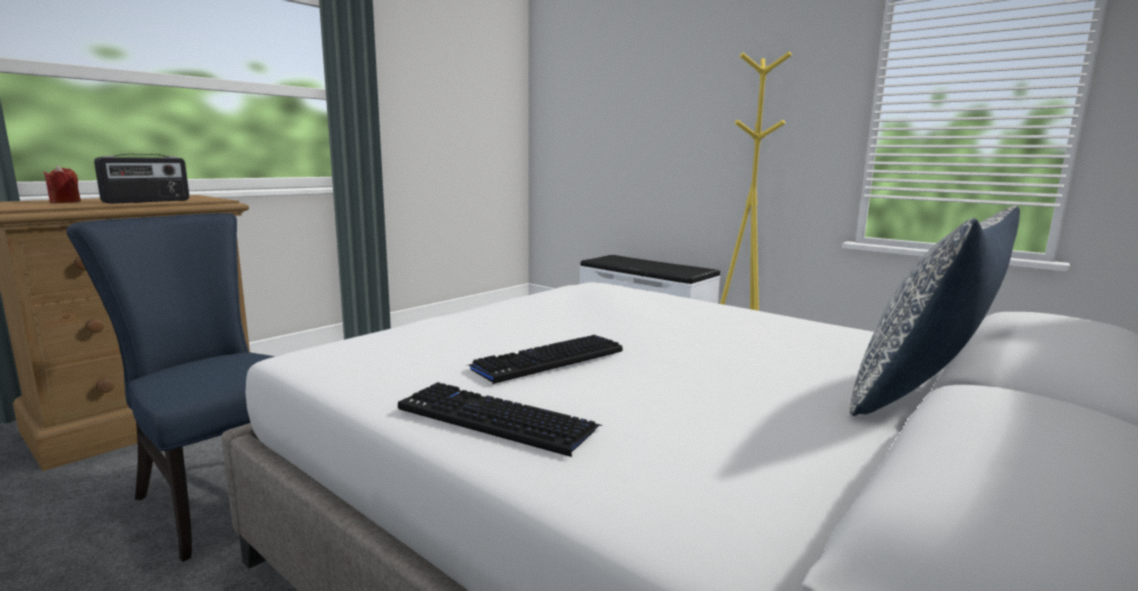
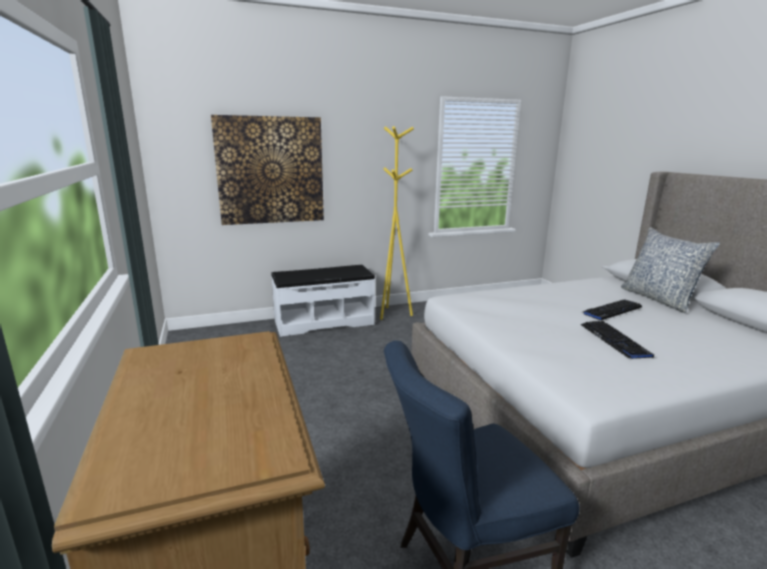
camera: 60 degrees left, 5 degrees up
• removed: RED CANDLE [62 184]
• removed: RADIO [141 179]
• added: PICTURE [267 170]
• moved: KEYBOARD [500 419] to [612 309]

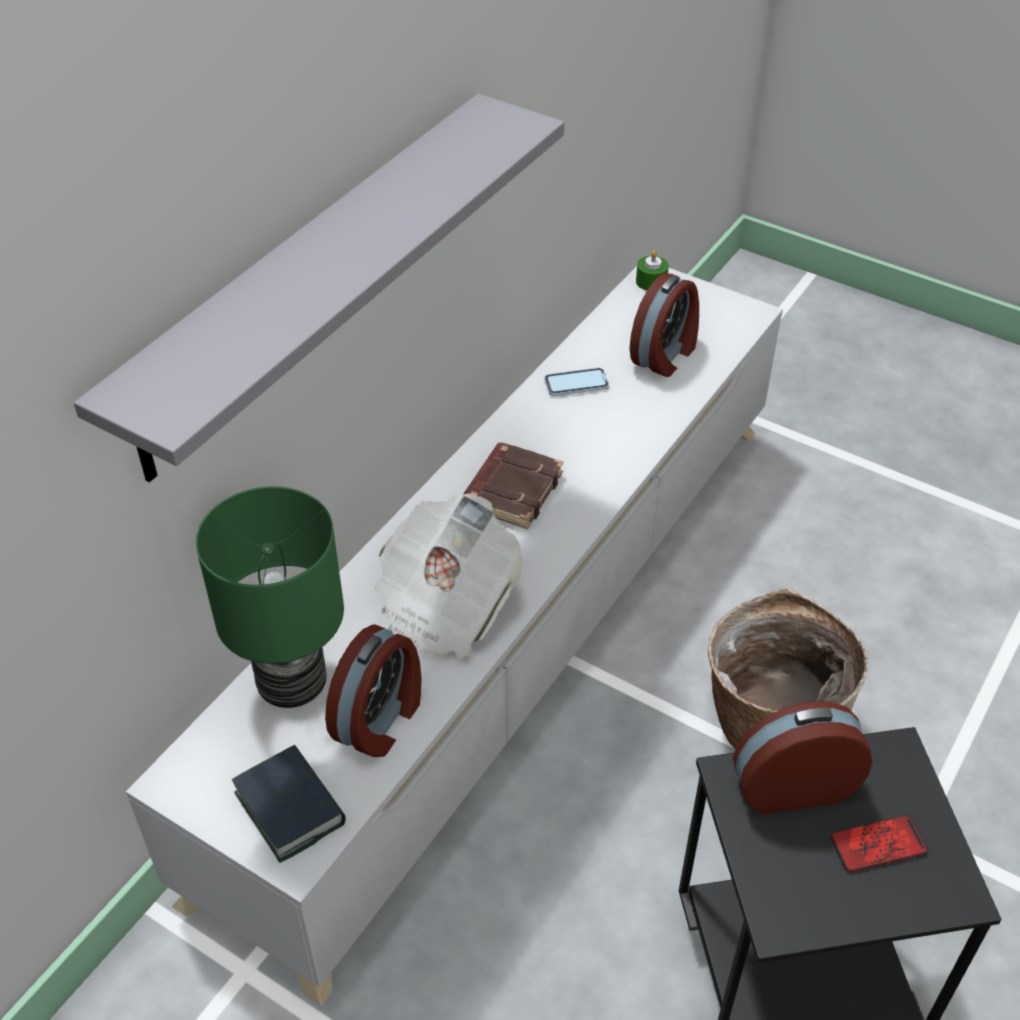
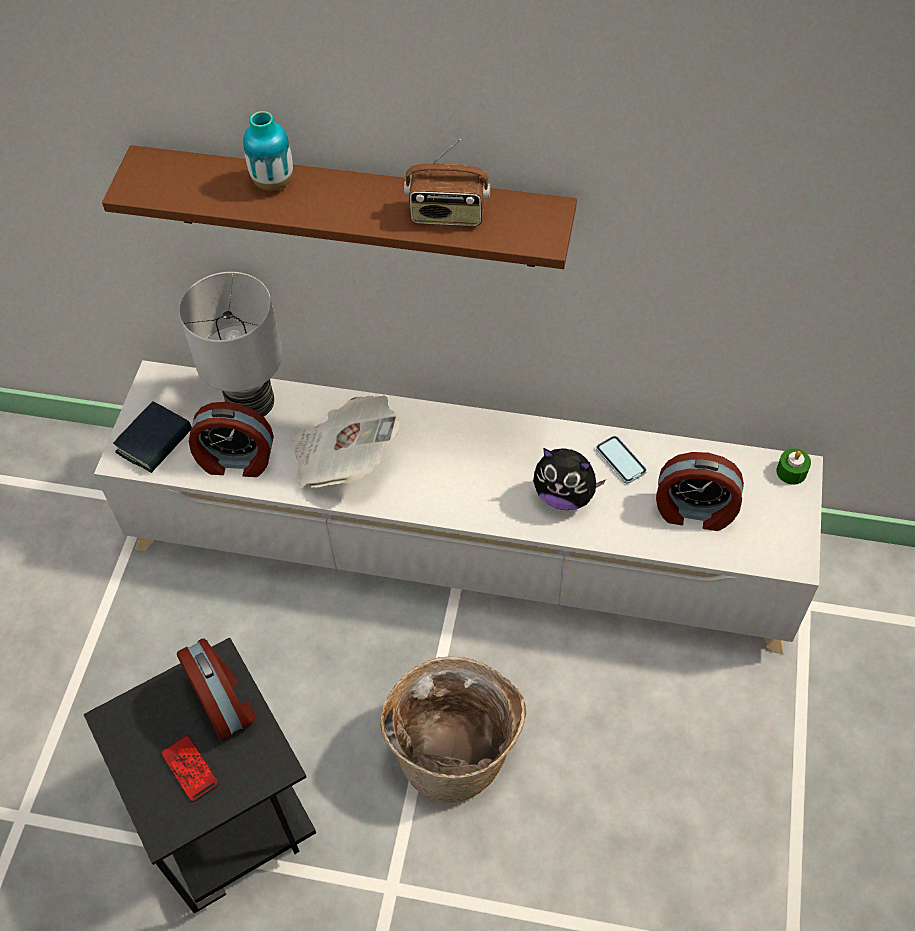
camera: 70 degrees right, 10 degrees up
• removed: BROWN BOOK [513 486]
• added: VASE [268 151]
• added: RADIO [447 182]
• added: PLUSH TOY [569 479]
• recoloured: GREY SHELF [319 288] to BROWN SHELF [339 207]
• recoloured: GREEN TABLE LAMP [270 597] to GREY TABLE LAMP [230 344]

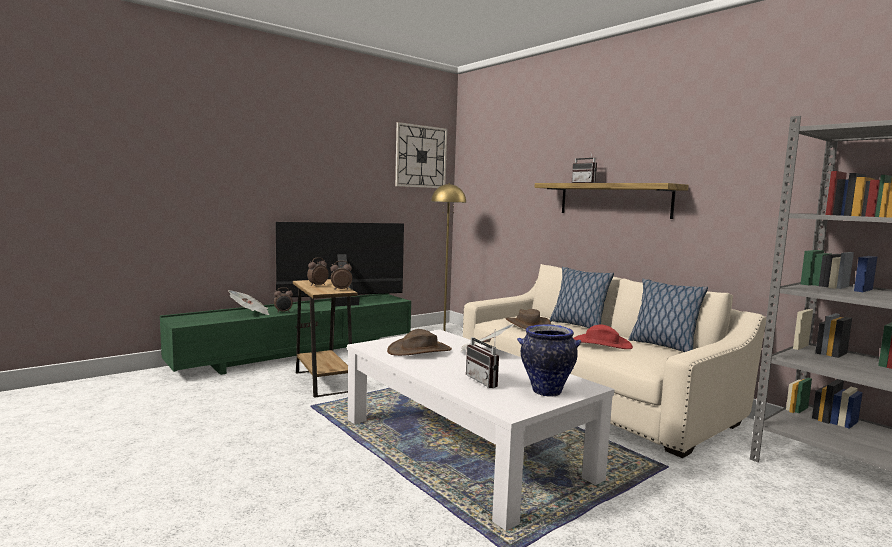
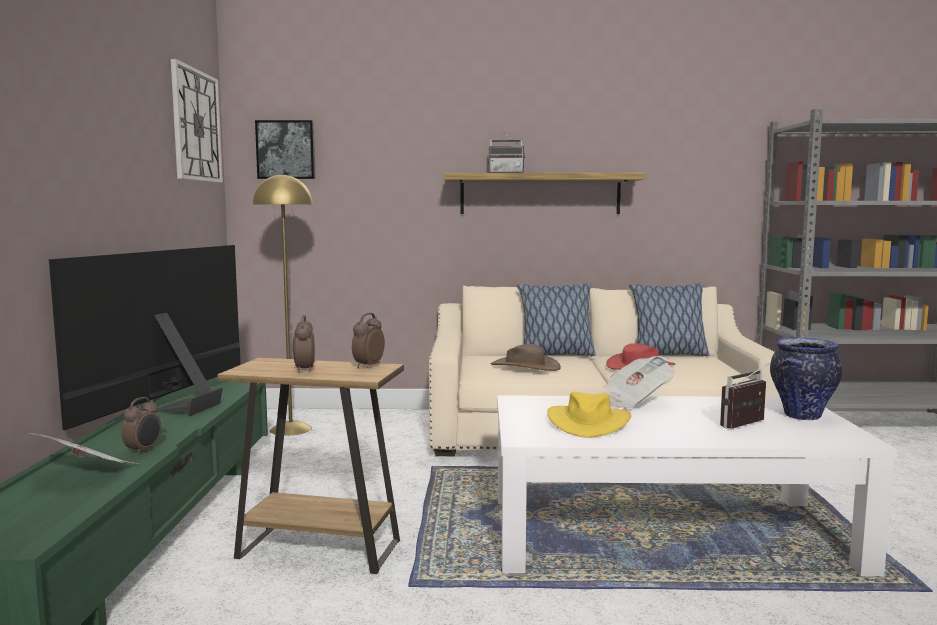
camera: 50 degrees left, 0 degrees up
• added: PICTURE [285 149]
• recoloured: BROWN HAT [419 342] to YELLOW HAT [589 415]
• turned: RADIO [482 362] = [745 396] 135 degrees clockwise

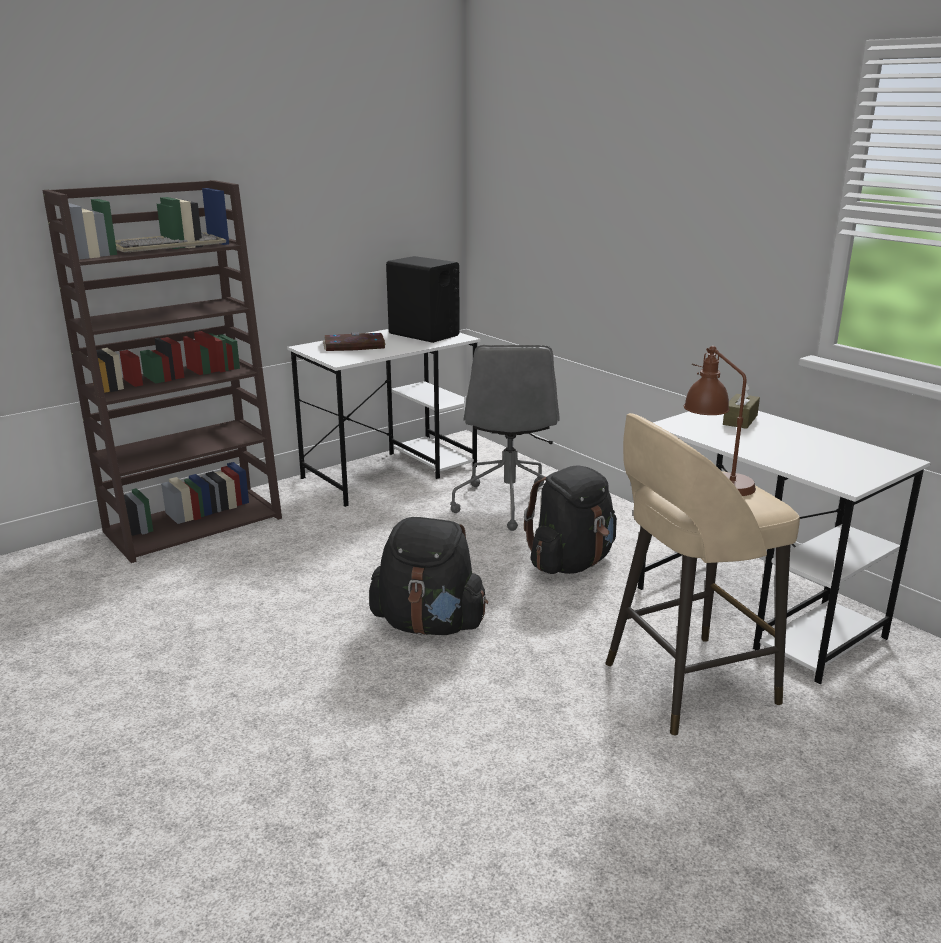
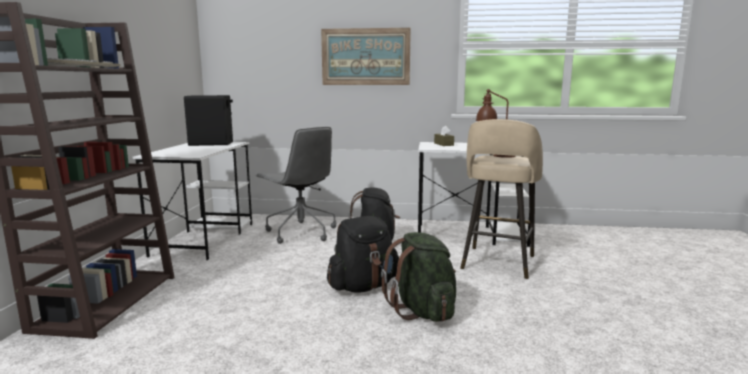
camera: 45 degrees left, 10 degrees down
• removed: BOOK [354 341]
• added: PICTURE [366 56]
• added: GREEN BACKPACK [418 277]

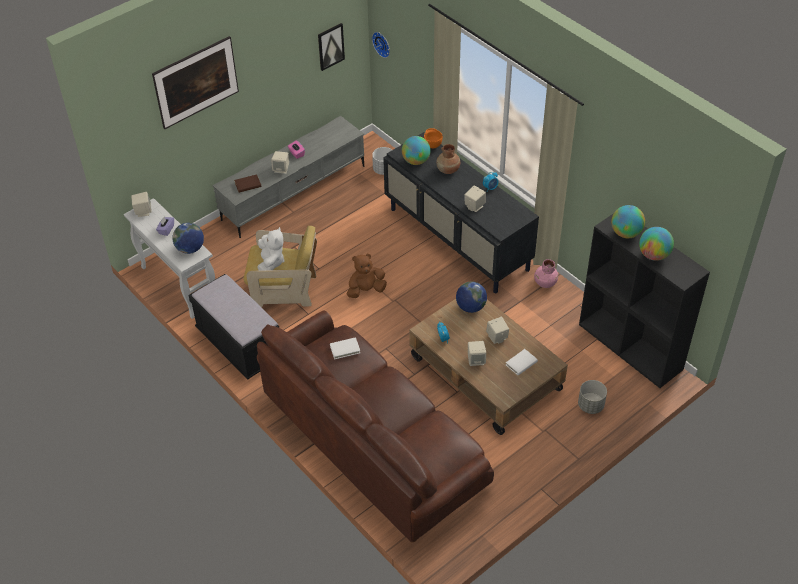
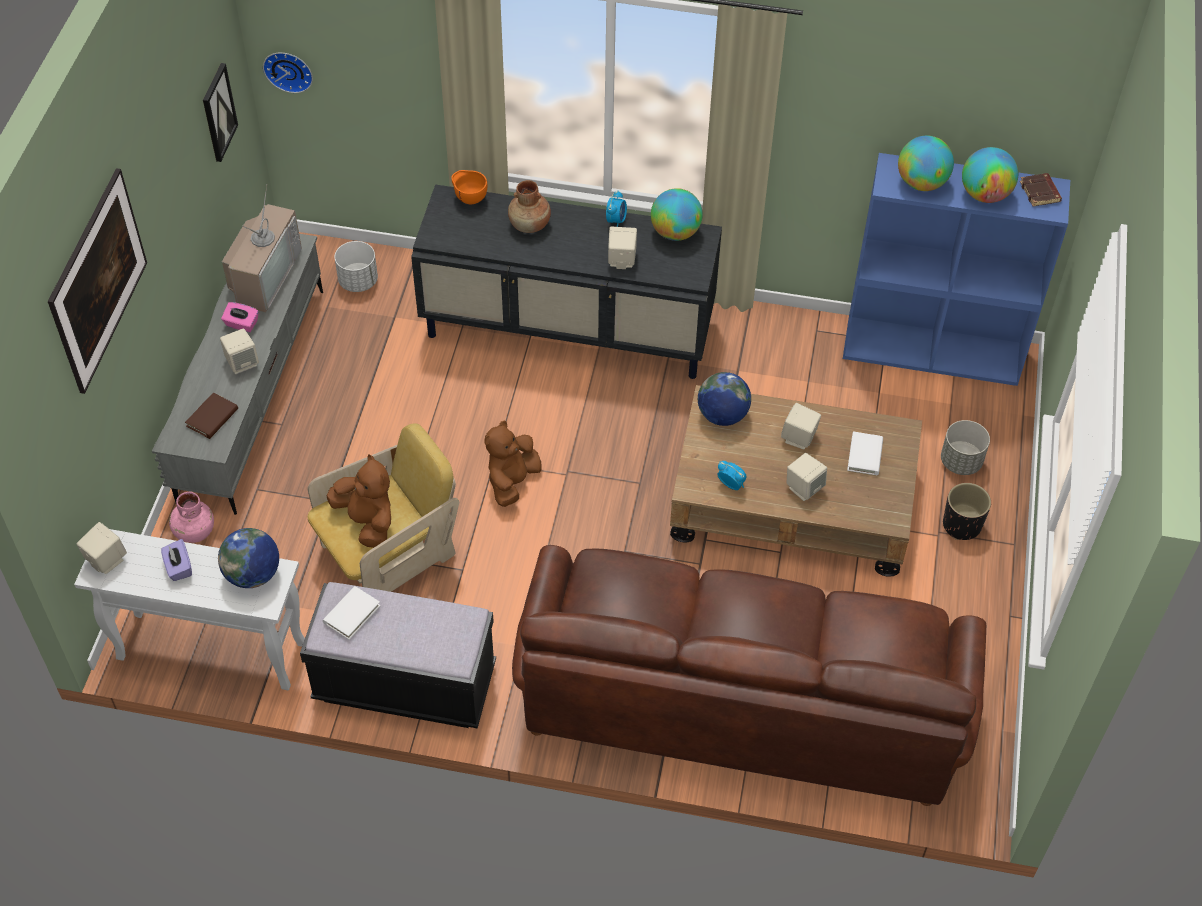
camera: 40 degrees left, 5 degrees up
• added: TELEVISION [262 248]
• added: BLACK PLANTER [967 511]
• added: BROWN BOOK [1041 190]
• moved: WHITE BOOK [345 348] to [352 613]
• moved: GLOBE [416 150] to [677 214]
• moved: PINK VASE [546 273] to [191 517]
• recoloured: WHITE PLUSH TOY [271 249] to BROWN PLUSH TOY [358 501]
• recoloured: BLACK BOOKCASE [644 300] to BLUE BOOKCASE [956 269]

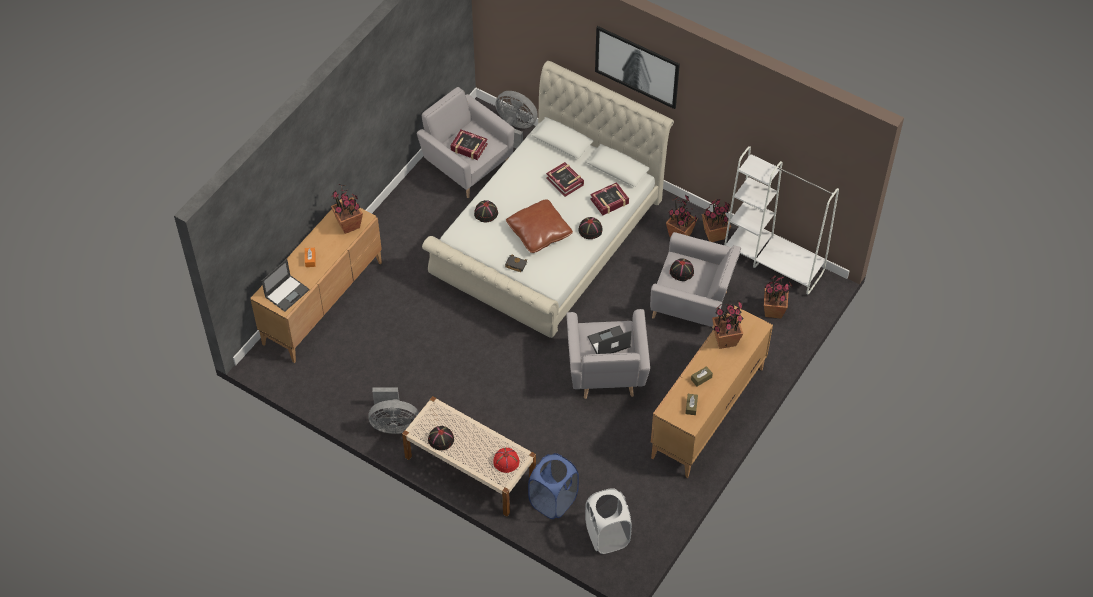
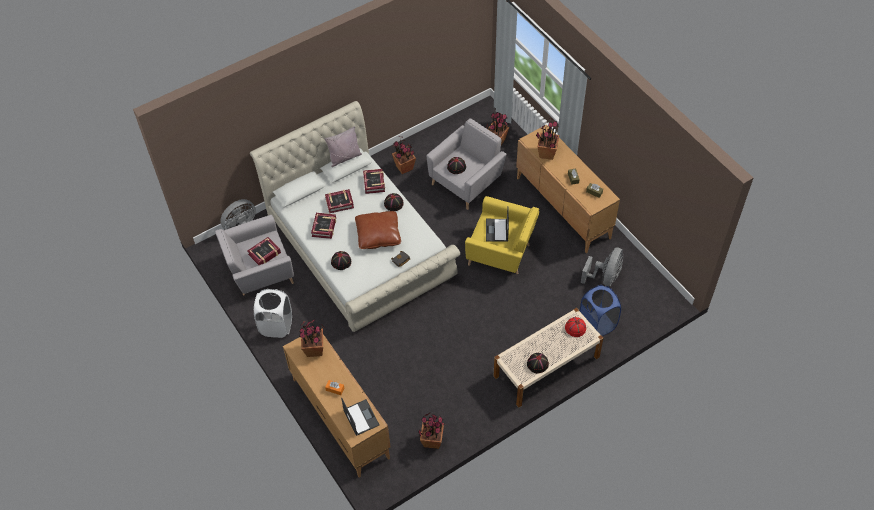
camera: 65 degrees left, 0 degrees up
• removed: PICTURE [637 67]
• removed: WHITE CLOTHES RACK [781 220]
• added: BOOK [323 226]
• added: PURPLE PILLOW [343 146]
• moved: GREY FAN [393 410] to [602 266]
• moved: WHITE LAUNDRY BASKET [608 521] to [273 313]
• moved: POTTED PLANT [716 220] to [431 431]
• recoloured: GREY ARMCHAIR [608 354] to YELLOW ARMCHAIR [502 235]

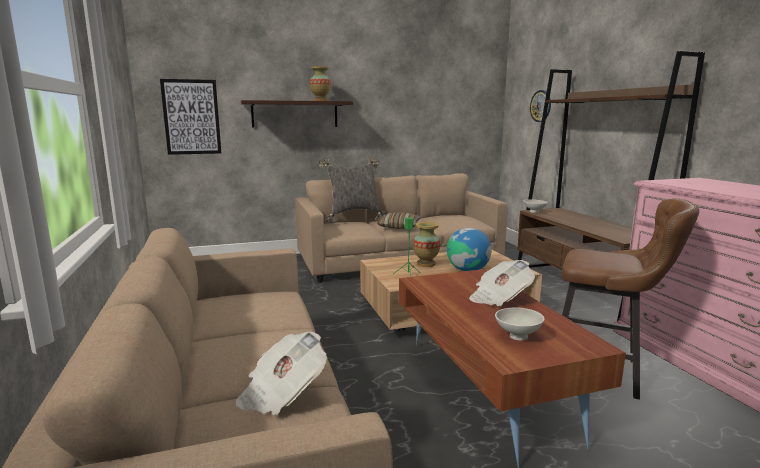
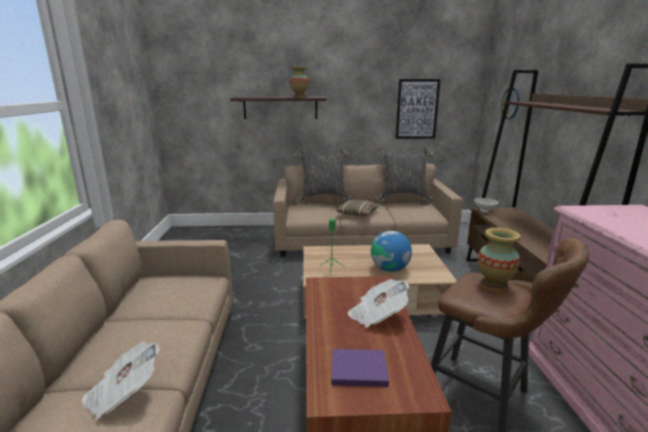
camera: 15 degrees right, 5 degrees up
• added: PILLOW [404 176]
• moved: PICTURE [190 117] to [418 109]
• moved: VASE [426 244] to [499 260]
• replaced: WHITE BOWL [520 324] to PURPLE BOOK [360 368]

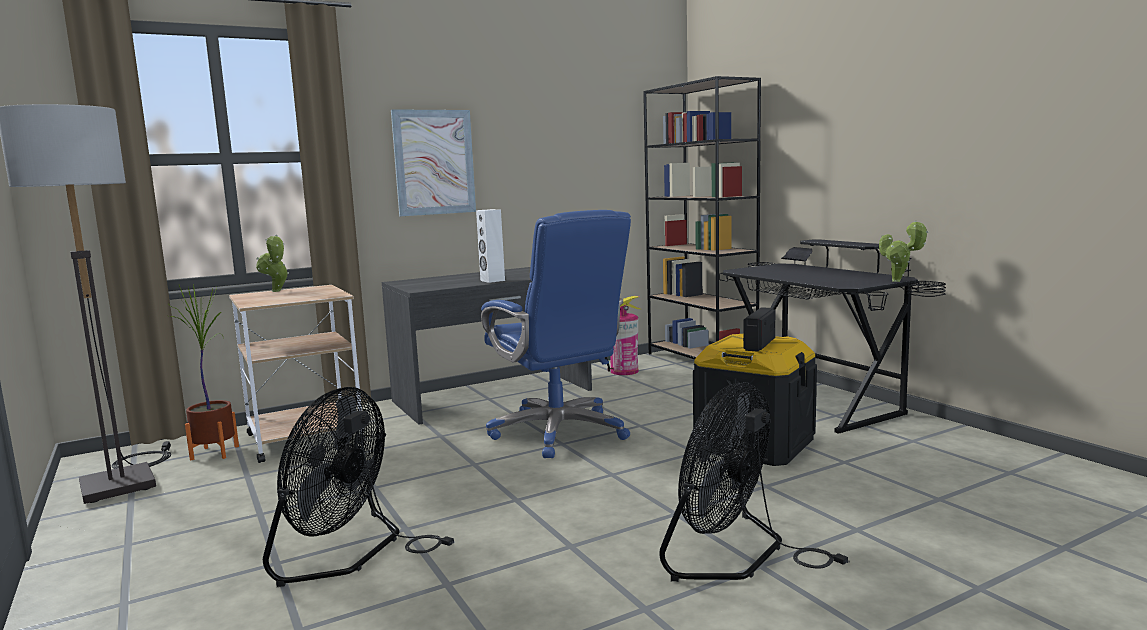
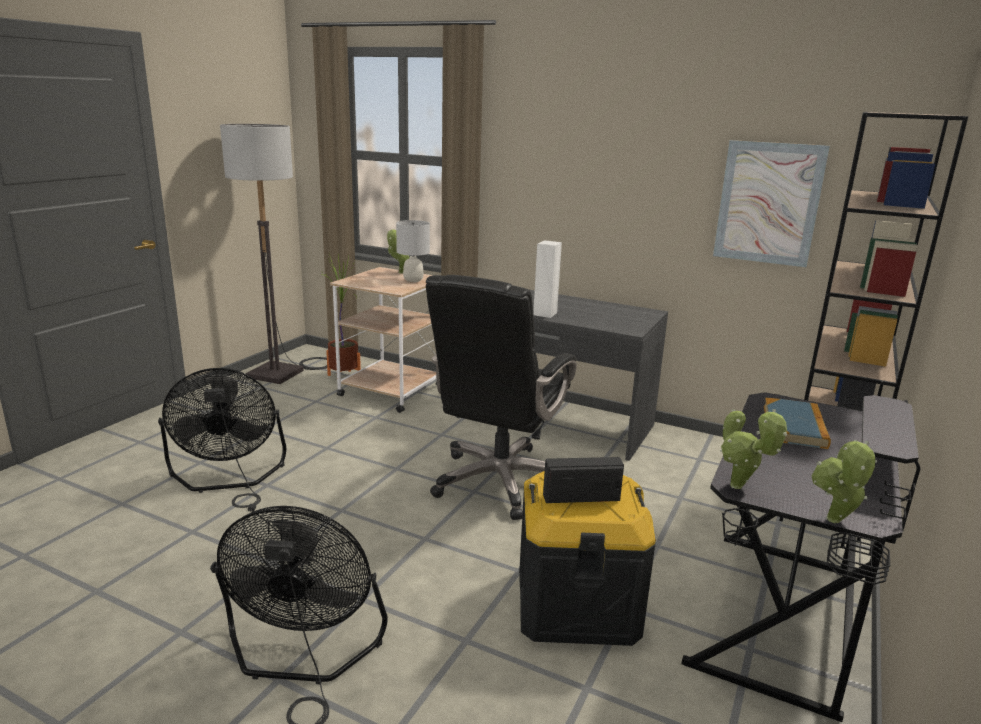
camera: 55 degrees right, 10 degrees up
• removed: FIRE EXTINGUISHER [623 335]
• added: GREY TABLE LAMP [413 251]
• added: POTTED PLANT [753 449]
• added: BOOK [797 423]
• moved: PICTURE [433 162] to [771 203]
• recoloured: BLUE OFFICE CHAIR [556 334] to BLACK OFFICE CHAIR [501 397]

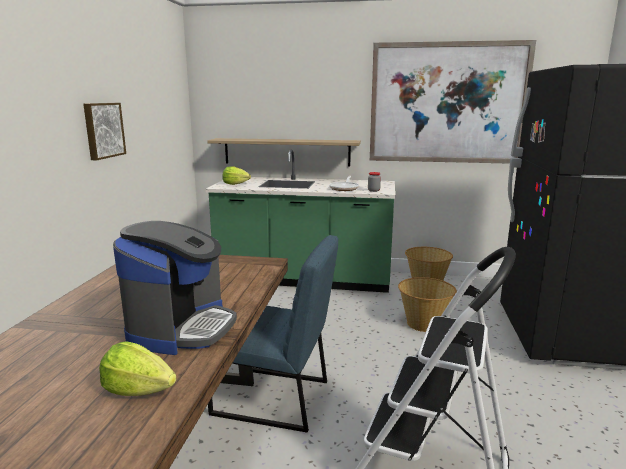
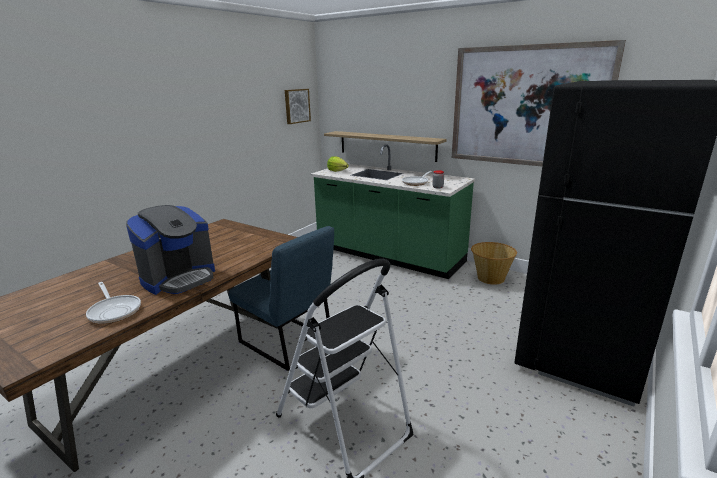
camera: 25 degrees right, 5 degrees up
• removed: BASKET [427 304]
• moved: PICTURE [104 131] to [298 106]
• replaced: LETTUCE [138 368] to FRYING PAN [113 303]

